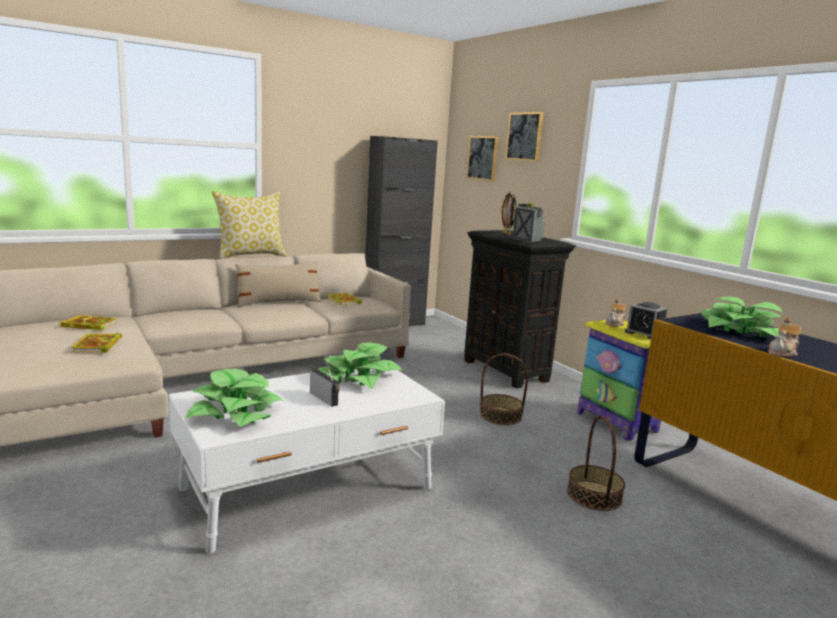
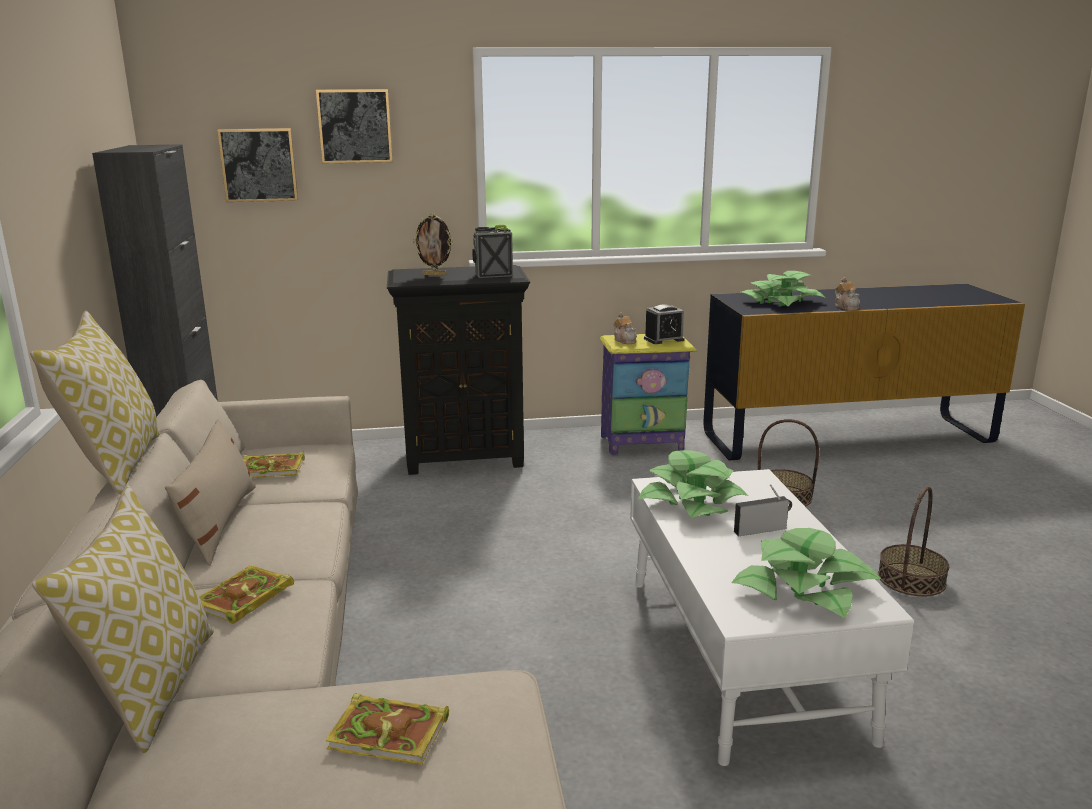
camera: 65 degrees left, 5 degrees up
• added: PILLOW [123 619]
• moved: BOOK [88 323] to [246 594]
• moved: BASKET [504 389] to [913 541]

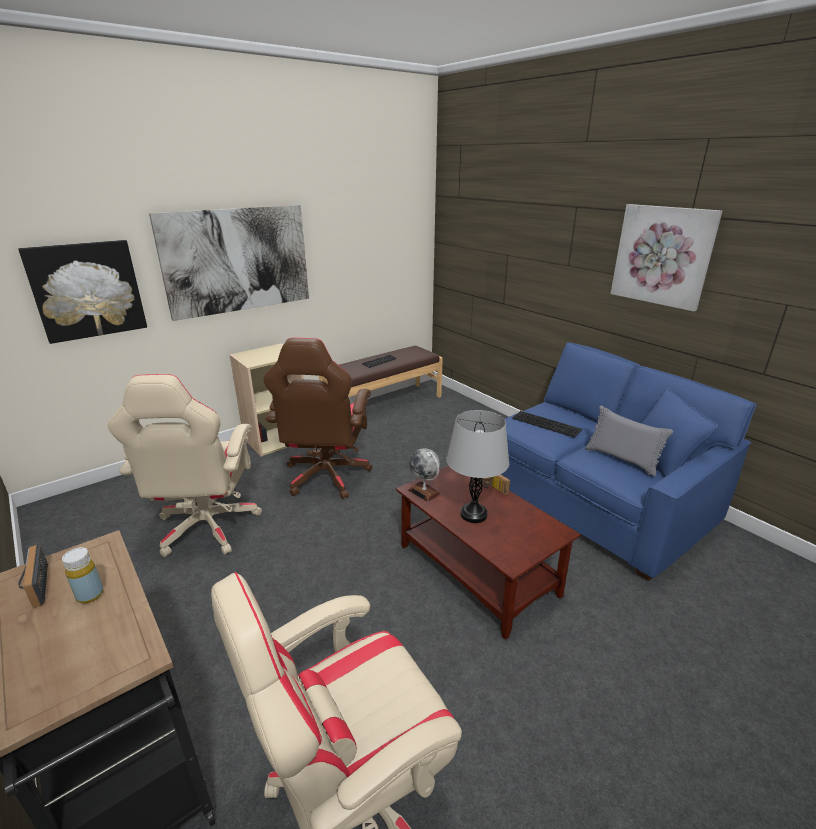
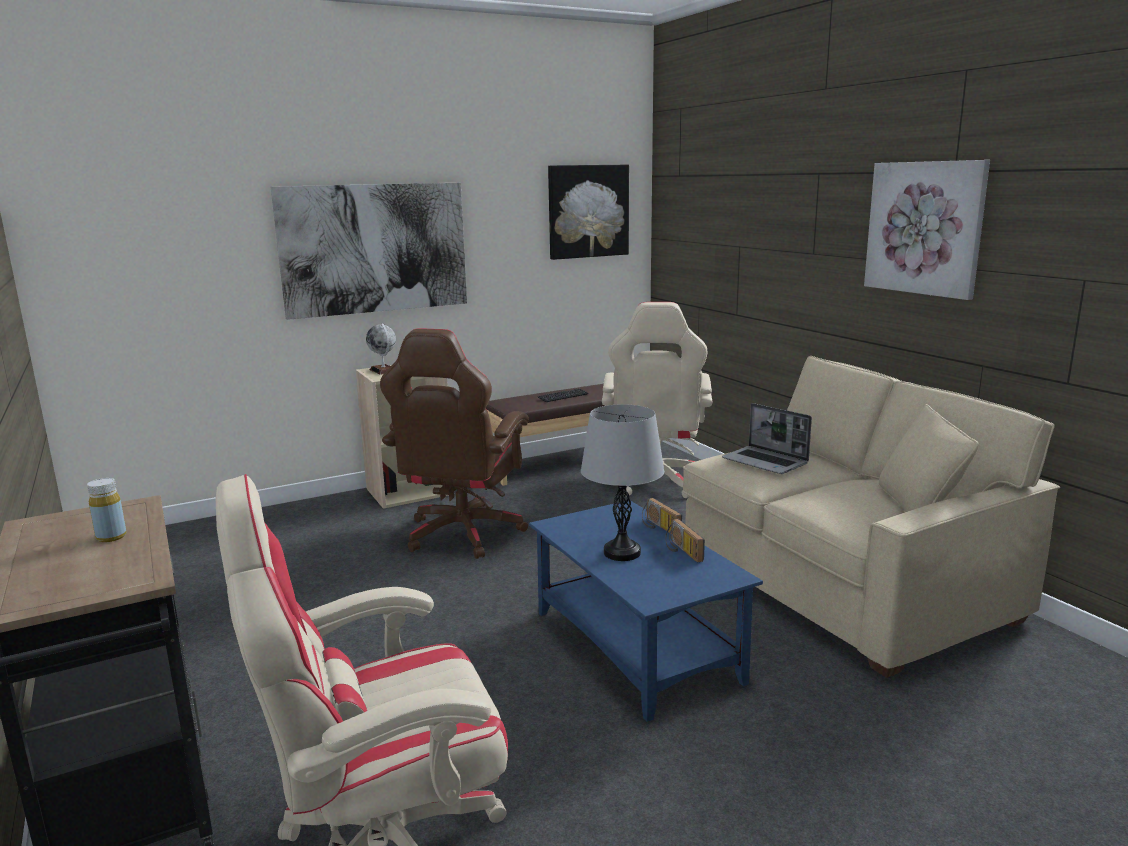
camera: 10 degrees right, 10 degrees down
• removed: GREY PILLOW [629 441]
• moved: PICTURE [82 292] to [588 212]
• moved: RADIO [33 576] to [685 540]
• moved: BEIGE OFFICE CHAIR [185 465] to [657 400]
• moved: GLOBE [424 475] to [381 349]
• replaced: KEYBOARD [547 424] to LAPTOP [767 438]
• recoloured: BROWN COFFEE TABLE [488 552] to BLUE COFFEE TABLE [646 611]
• recoloured: BLUE SOFA [628 461] to BEIGE SOFA [871 517]

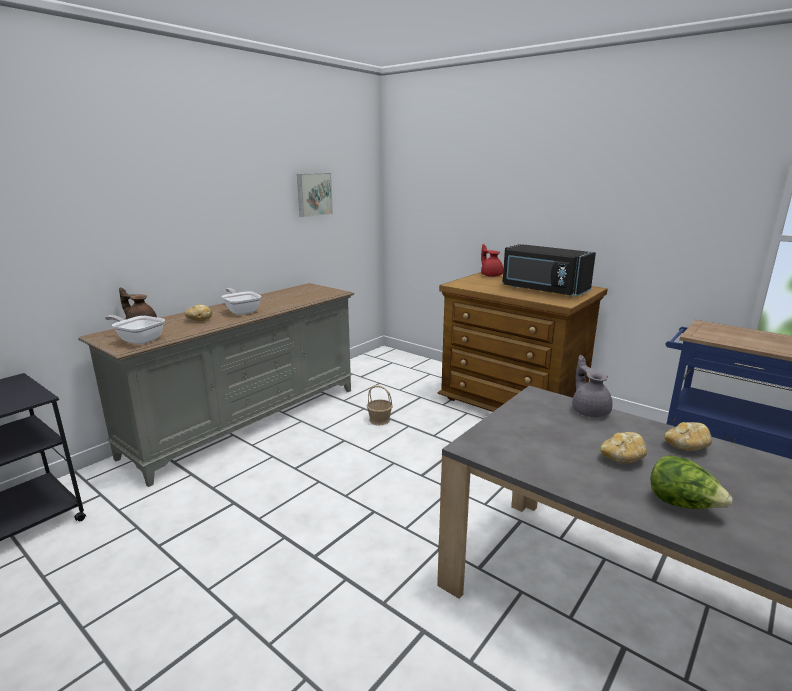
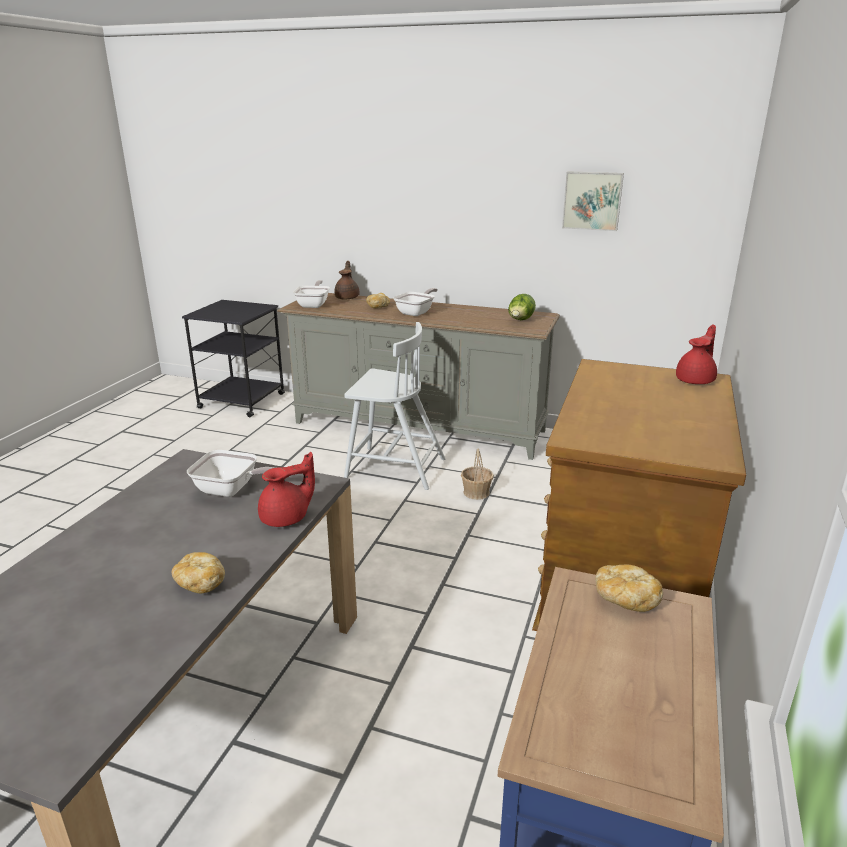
camera: 70 degrees right, 5 degrees up
• removed: BLACK MICROWAVE [549 270]
• added: FRYING PAN [231 473]
• added: WHITE CHAIR [395 406]
• moved: BREAD [623 448] to [629 588]
• moved: LETTUCE [691 482] to [522 307]
• recoloured: GREY TEAPOT [592 386] to RED TEAPOT [286 489]

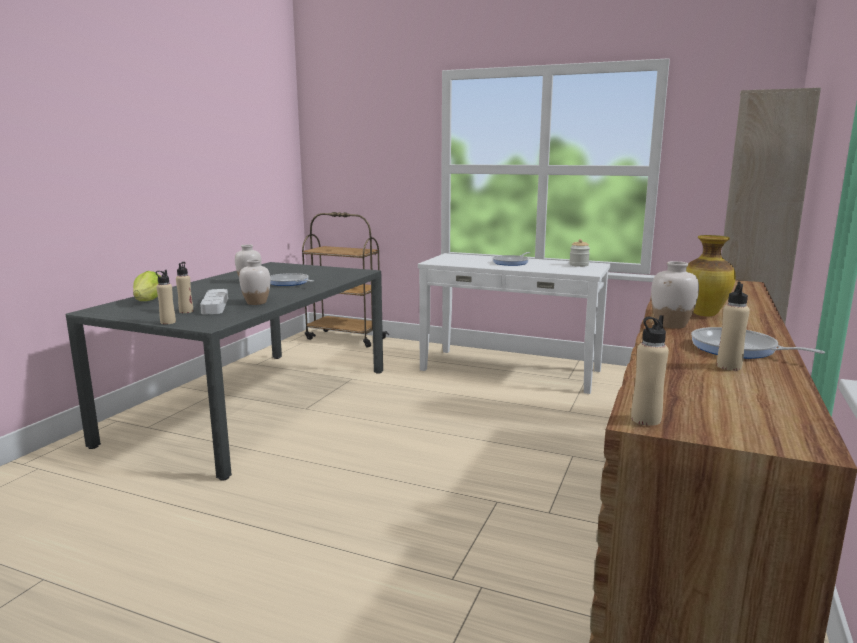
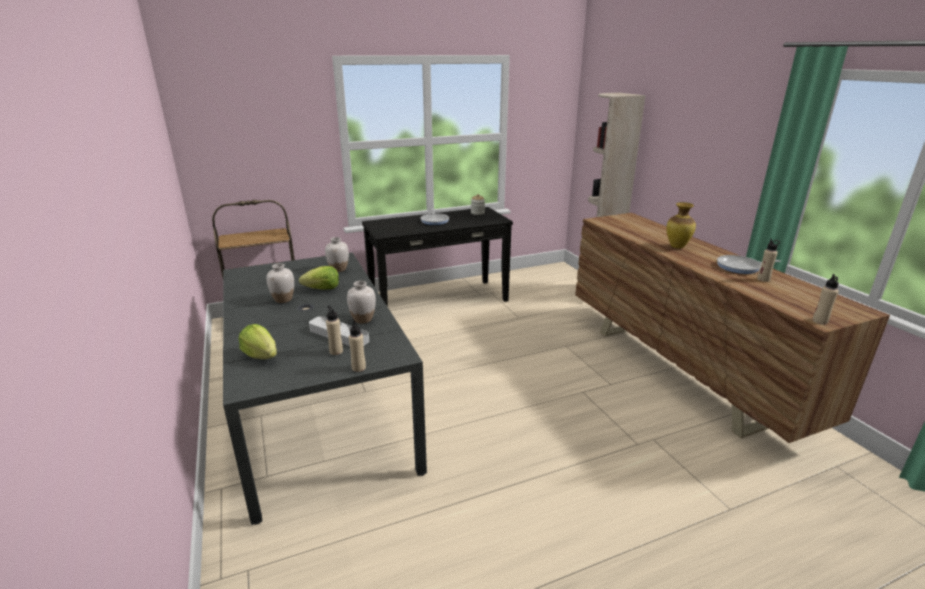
camera: 45 degrees left, 10 degrees up
• moved: WHITE VASE [675 295] to [337 254]
• replaced: FRYING PAN [291 279] to LETTUCE [319 278]
• recoloured: WHITE CONSOLE TABLE [514 323] to BLACK CONSOLE TABLE [437 257]

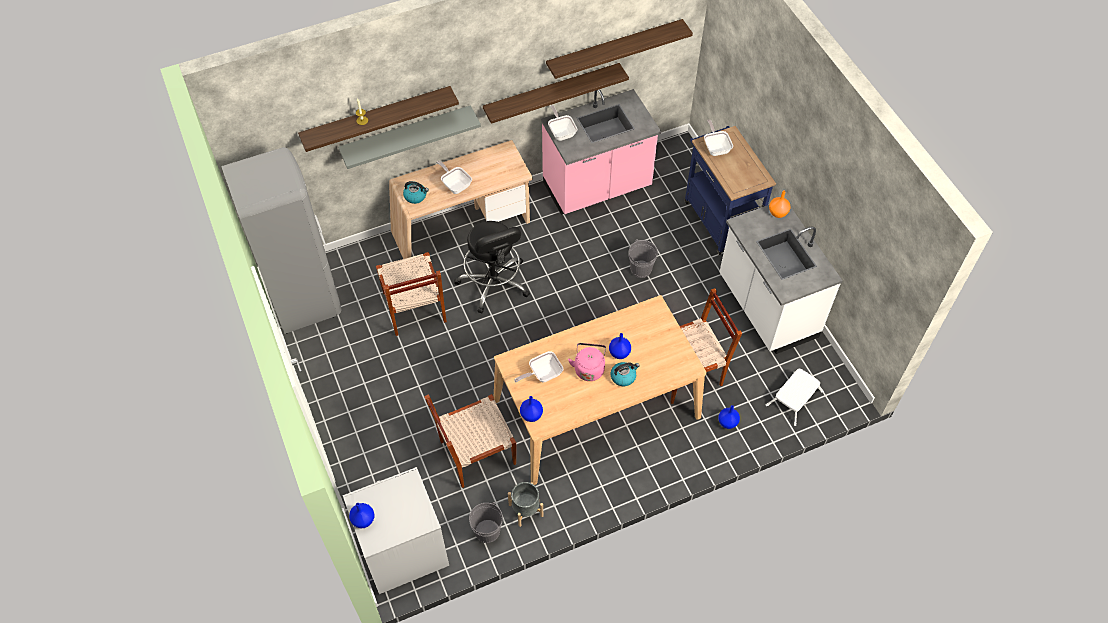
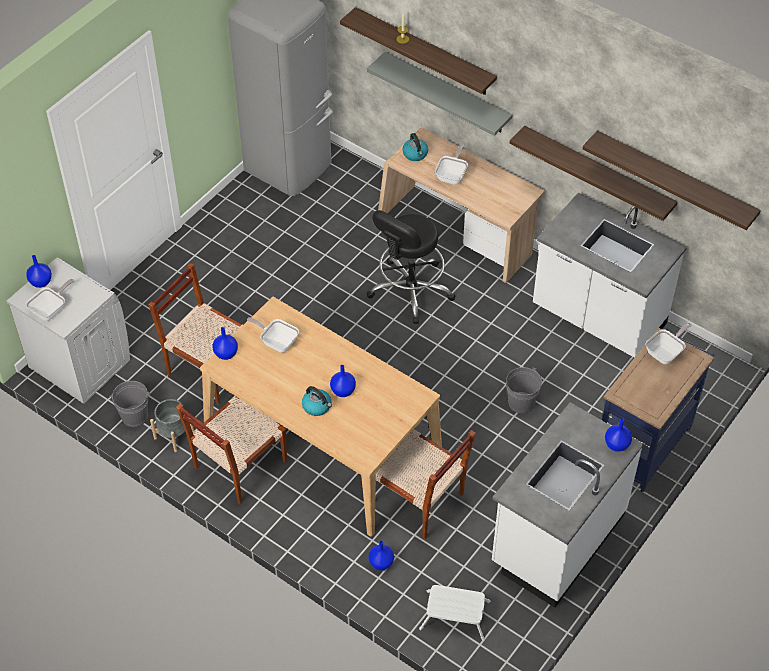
camera: 60 degrees right, 5 degrees down
• removed: PINK KETTLE [587 362]
• moved: CHAIR [411 294] to [231 449]
• moved: FRYING PAN [562 123] to [50 300]
• recoloured: PINK COUNTER [601 152] to WHITE COUNTER [610 275]
• recoloured: ORANGE VASE [779 204] to BLUE VASE [618 435]

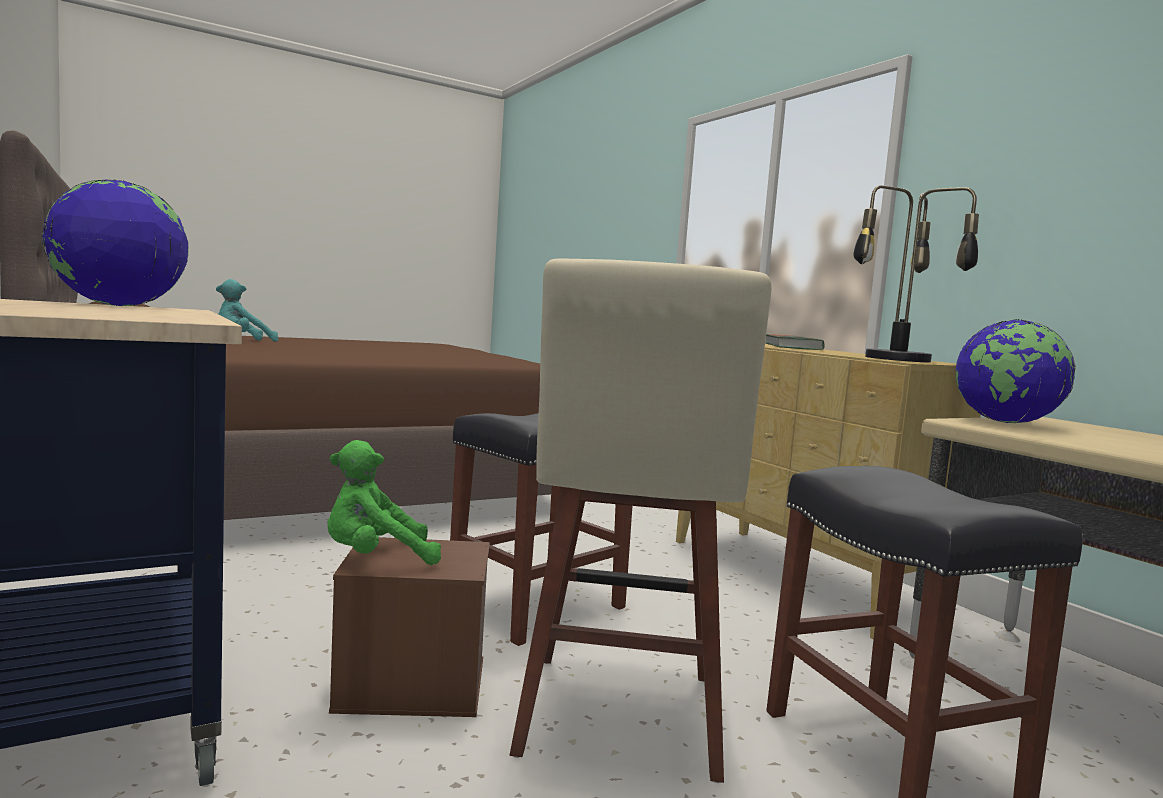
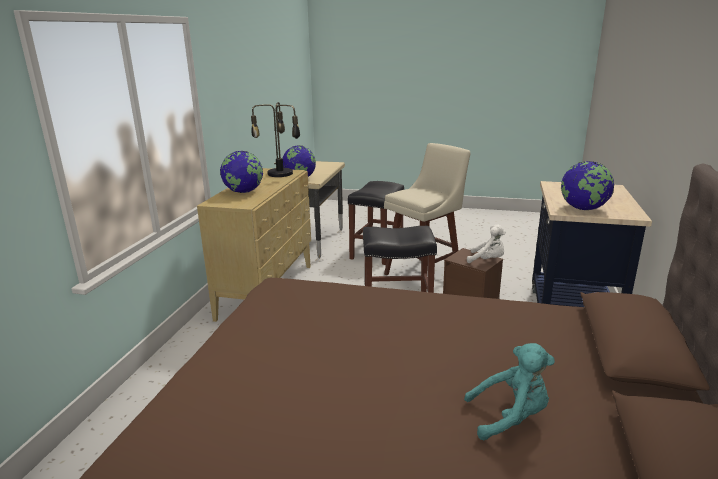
camera: 135 degrees left, 15 degrees up
• replaced: BOOK [795 341] to GLOBE [241 172]
• recoloured: GREEN PLUSH TOY [384 502] to WHITE PLUSH TOY [486 244]

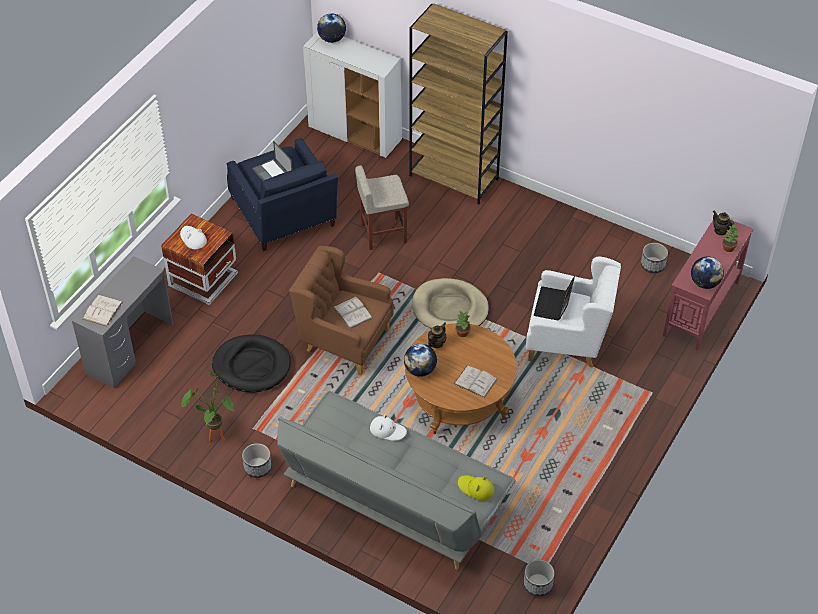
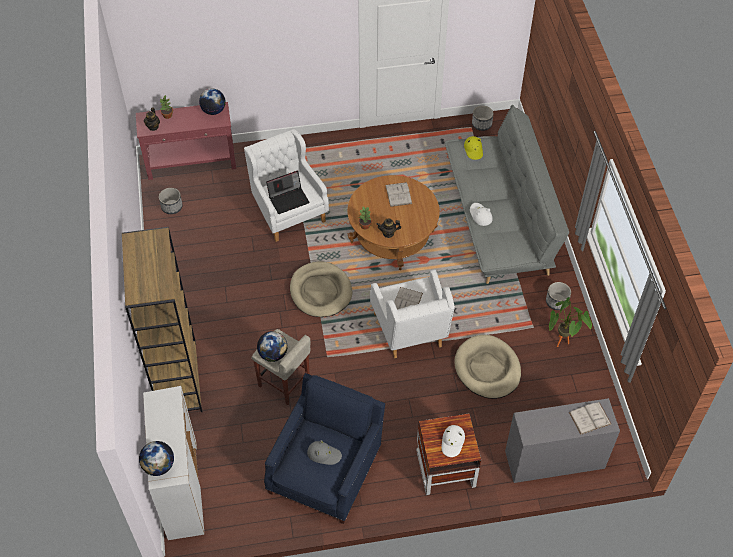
camera: 130 degrees left, 5 degrees up
• moved: GLOBE [420 360] to [272 346]
• replaced: LAPTOP [272 161] to GREY HAT [324 452]
• recoloured: BLACK DOG BED [251 363] to BEIGE DOG BED [487 367]
• recoloured: BROWN ARMCHAIR [341 310] to WHITE ARMCHAIR [412 314]

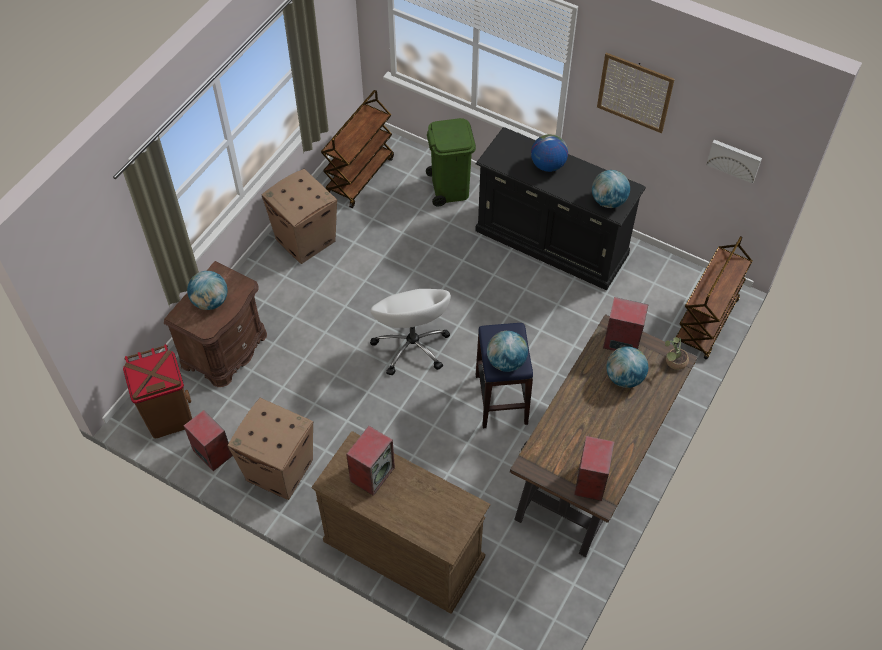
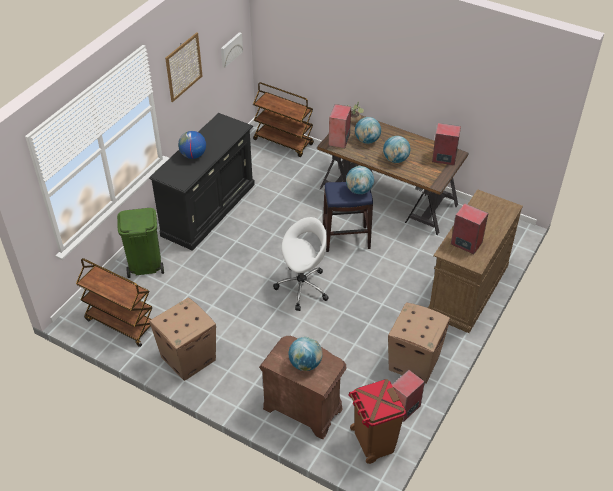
camera: 90 degrees left, 10 degrees down
• moved: GLOBE [611 189] to [396 149]

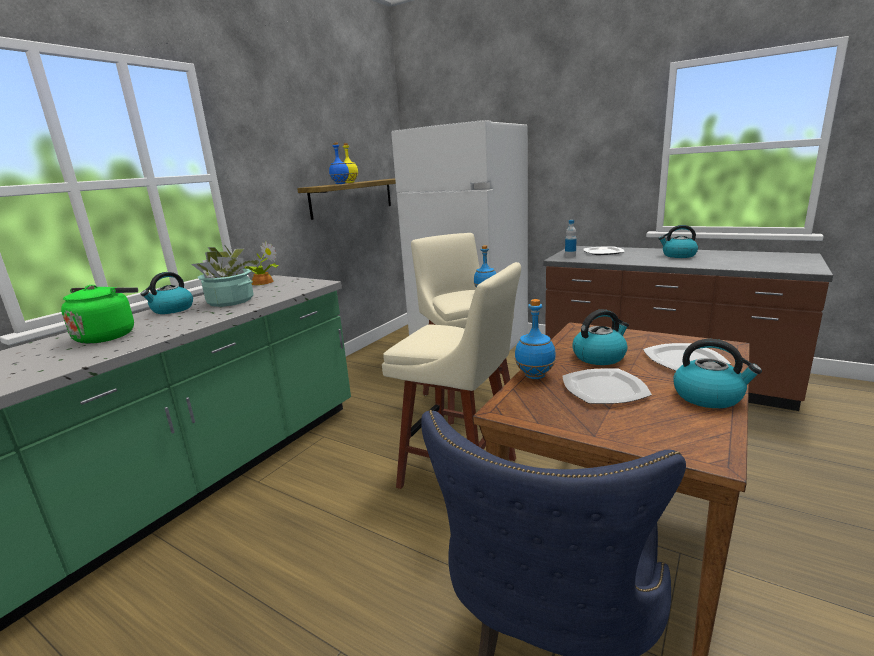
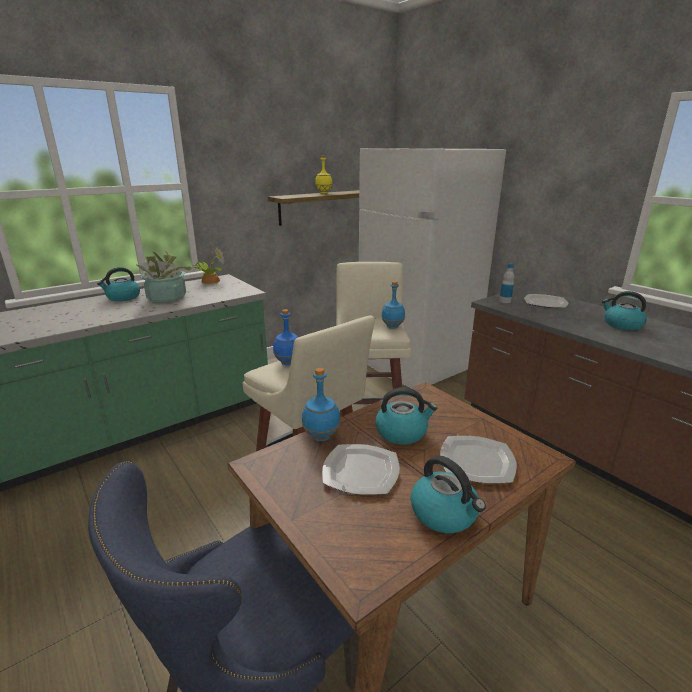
camera: 20 degrees right, 5 degrees up
• removed: GREEN KETTLE [99 314]
• moved: BLUE BOTTLE [339 163] to [285 337]

